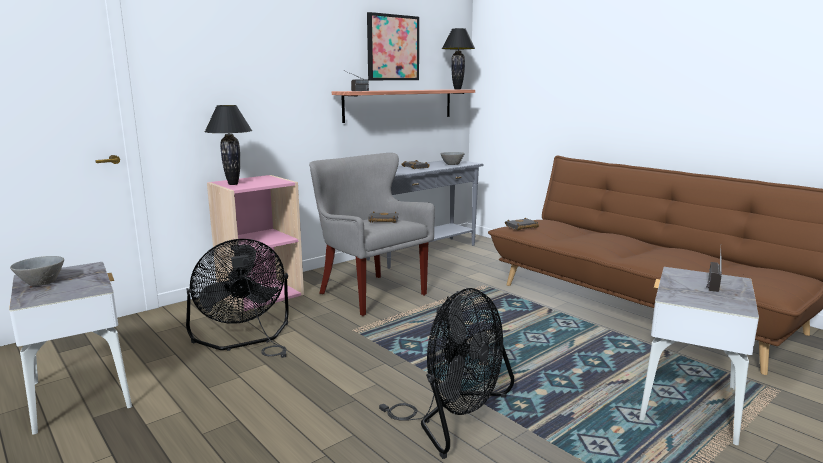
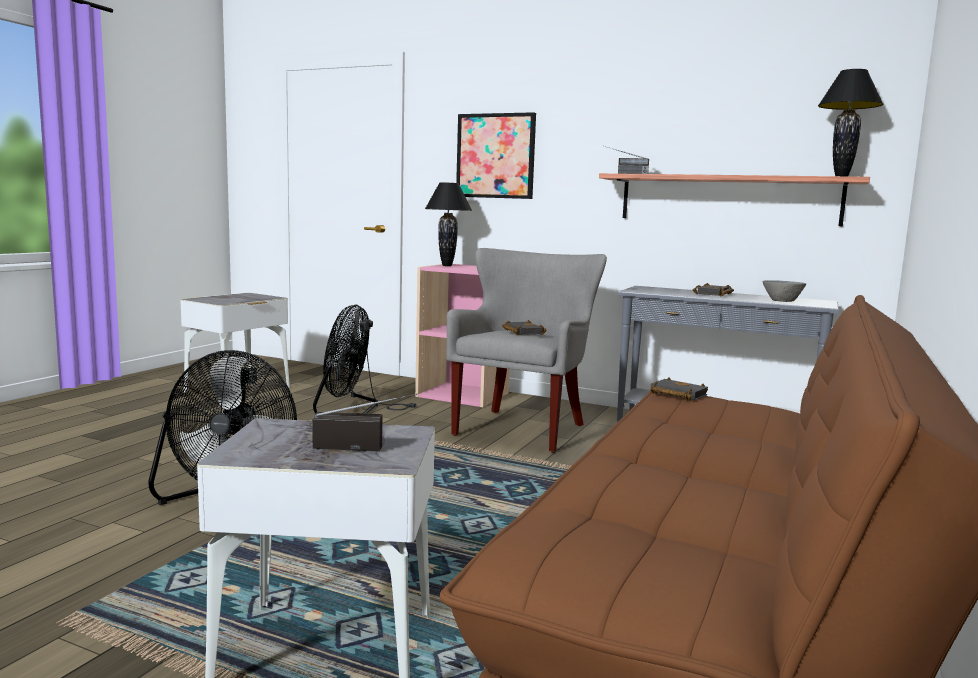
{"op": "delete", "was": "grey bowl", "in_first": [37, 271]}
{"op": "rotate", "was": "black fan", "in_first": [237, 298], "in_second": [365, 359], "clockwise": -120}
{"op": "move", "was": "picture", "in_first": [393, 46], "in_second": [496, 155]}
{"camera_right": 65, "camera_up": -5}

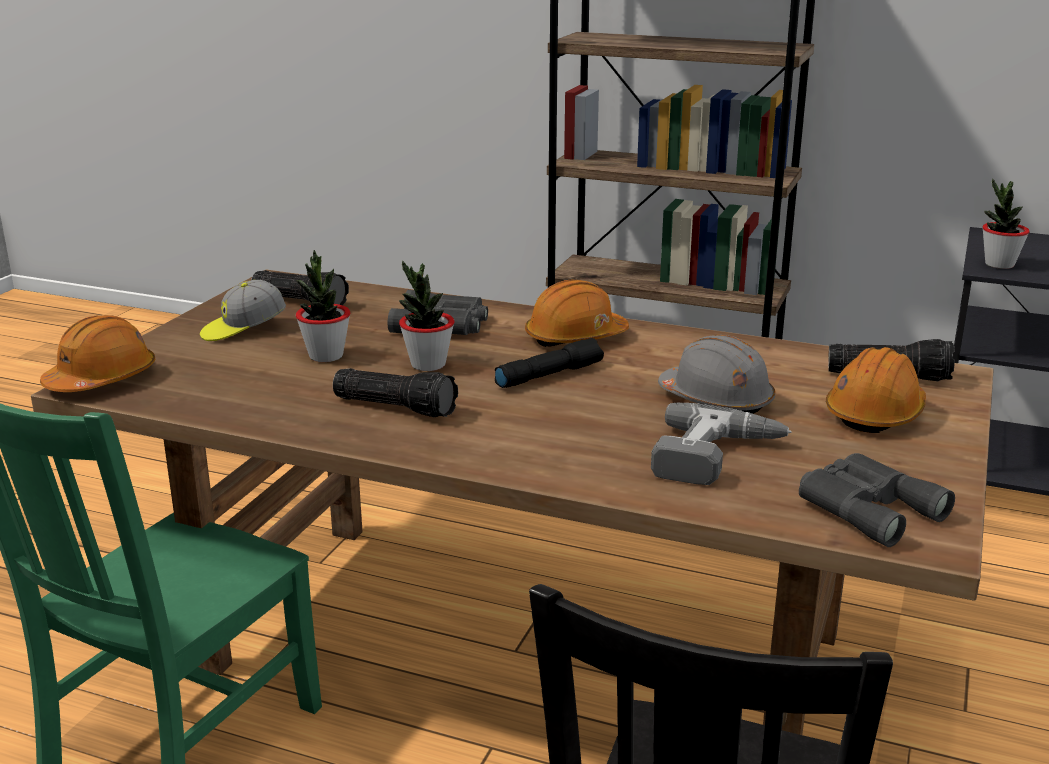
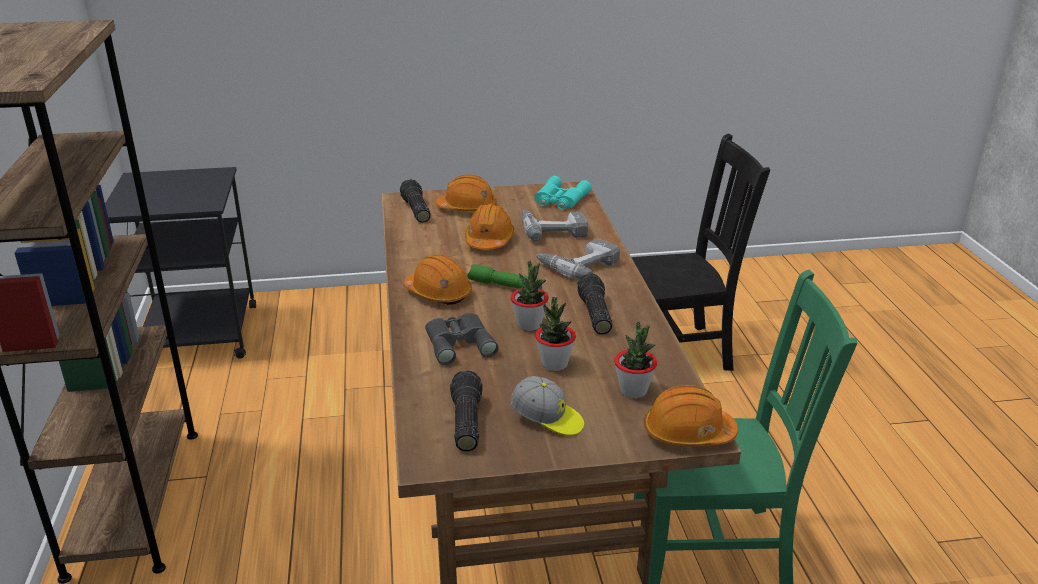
{"op": "recolor", "was": "black flashlight", "now": "green flashlight", "in_first": [549, 363], "in_second": [504, 276]}
{"op": "recolor", "was": "grey hard hat", "now": "orange hard hat", "in_first": [716, 374], "in_second": [489, 226]}
{"op": "recolor", "was": "grey binoculars", "now": "turquoise binoculars", "in_first": [877, 500], "in_second": [562, 193]}
{"op": "move", "was": "potted plant", "in_first": [1006, 224], "in_second": [635, 360]}
{"op": "insert", "now": "power drill", "in_second": [578, 259]}
{"camera_right": -120, "camera_up": 5}

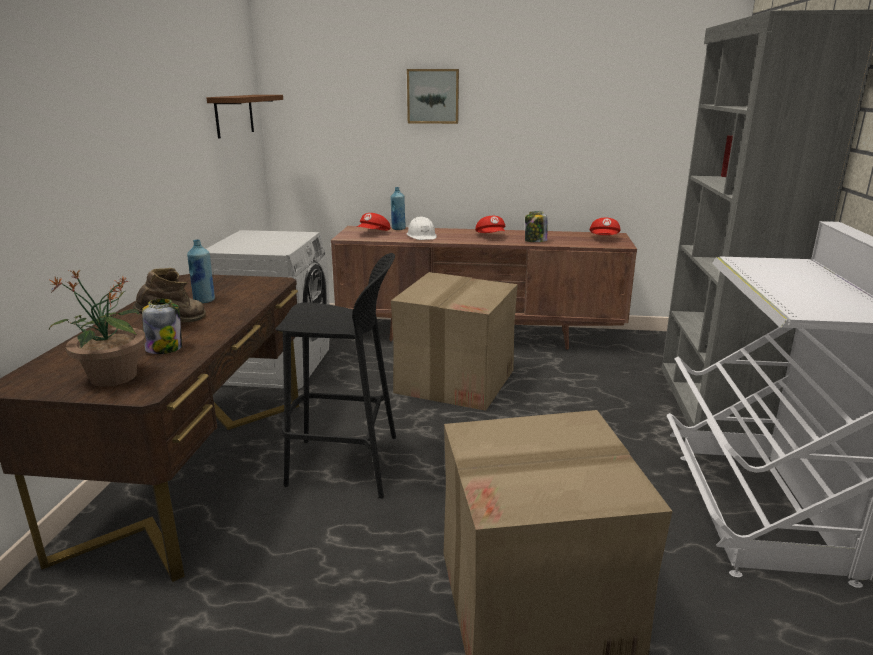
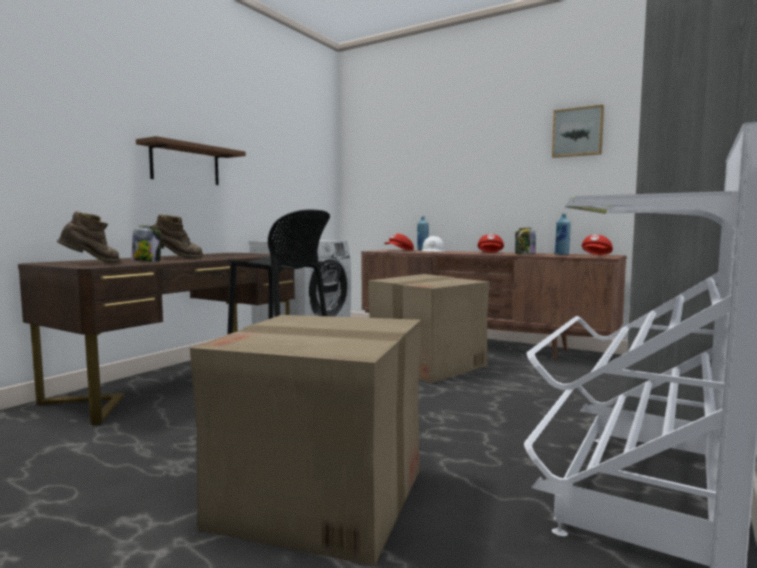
{"op": "replace", "was": "potted plant", "now": "brown boot", "in_first": [97, 328], "in_second": [88, 237]}
{"op": "move", "was": "blue bottle", "in_first": [201, 271], "in_second": [562, 234]}
{"op": "move", "was": "brown shelf", "in_first": [245, 117], "in_second": [191, 160]}
{"op": "move", "was": "picture", "in_first": [433, 96], "in_second": [578, 131]}
{"camera_right": 25, "camera_up": -15}

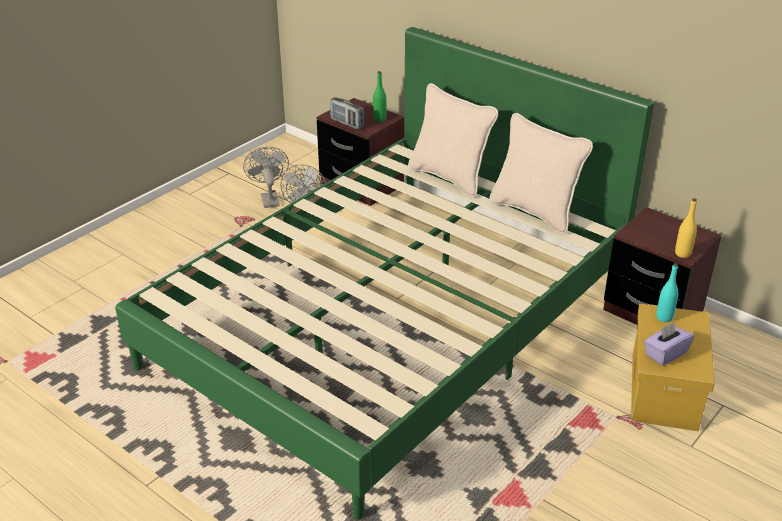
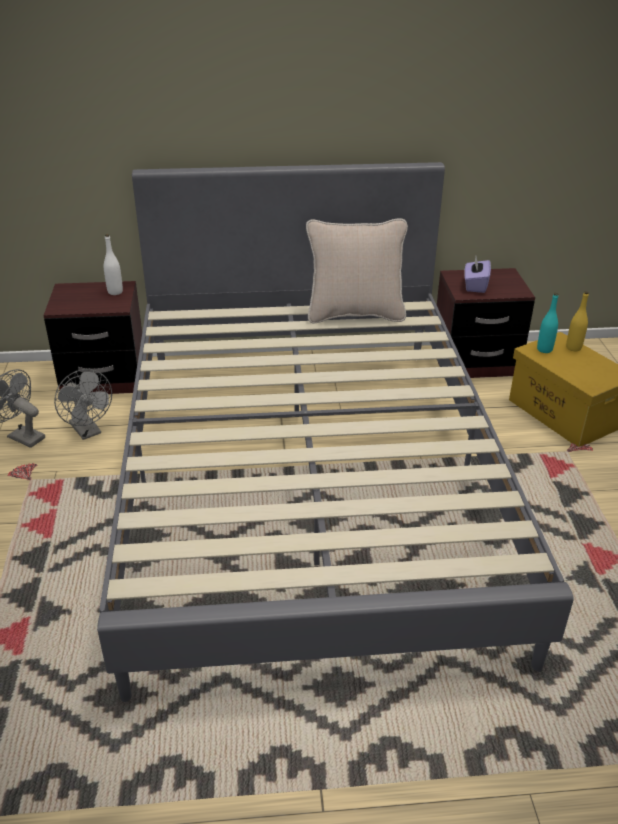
{"op": "recolor", "was": "green bed", "now": "grey bed", "in_first": [384, 273], "in_second": [335, 432]}
{"op": "delete", "was": "radio", "in_first": [347, 113]}
{"op": "recolor", "was": "green bottle", "now": "white bottle", "in_first": [380, 96], "in_second": [113, 264]}
{"op": "delete", "was": "beige pillow", "in_first": [453, 140]}
{"op": "move", "was": "purple tissue box", "in_first": [669, 344], "in_second": [477, 275]}
{"op": "move", "was": "yellow bottle", "in_first": [686, 228], "in_second": [577, 321]}
{"camera_right": -45, "camera_up": 0}

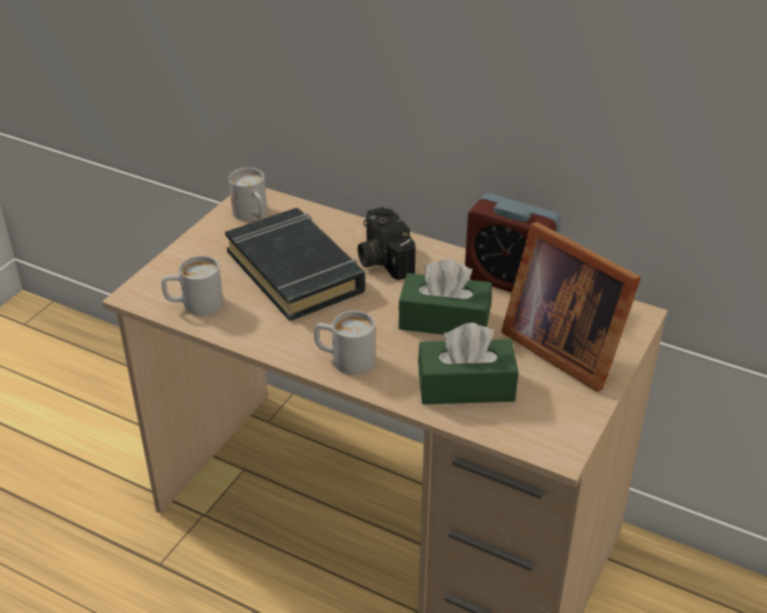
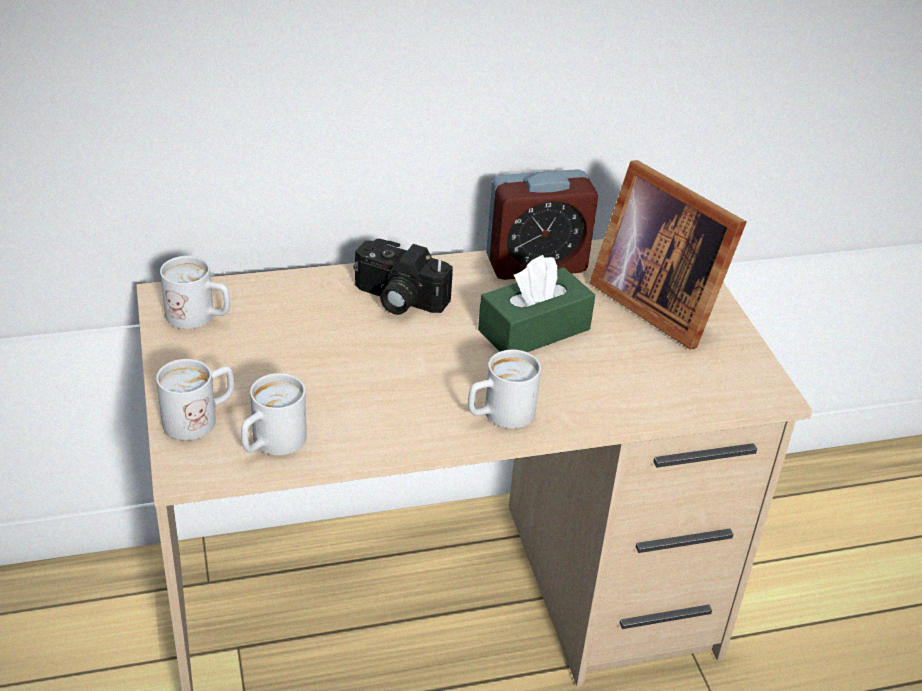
{"op": "delete", "was": "black book", "in_first": [295, 264]}
{"op": "delete", "was": "green tissue box", "in_first": [468, 363]}
{"op": "rotate", "was": "picture frame", "in_first": [571, 307], "in_second": [668, 255], "clockwise": 45}
{"op": "insert", "now": "white mug", "in_second": [195, 399]}
{"camera_right": -45, "camera_up": 0}

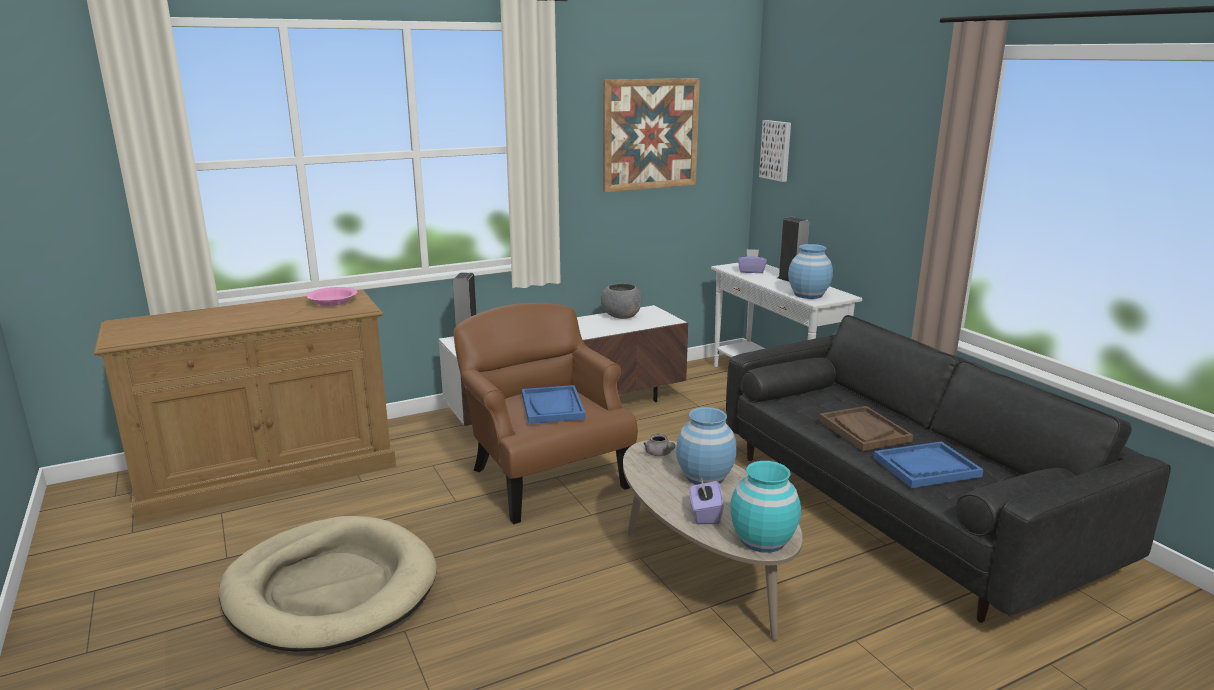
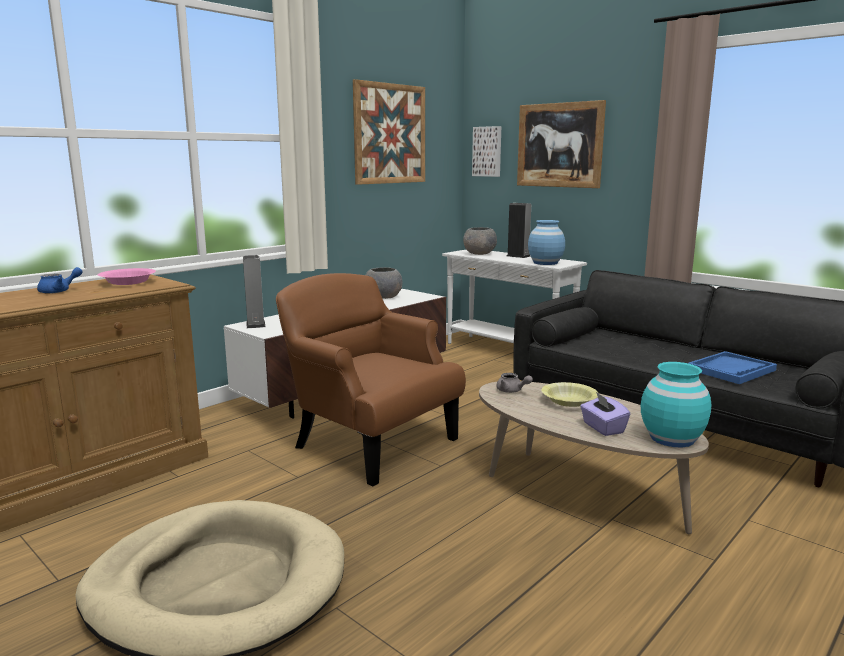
{"op": "delete", "was": "blue tray", "in_first": [554, 404]}
{"op": "replace", "was": "blue vase", "now": "yellow bowl", "in_first": [706, 446], "in_second": [570, 394]}
{"op": "replace", "was": "purple tissue box", "now": "grey bowl", "in_first": [752, 261], "in_second": [480, 241]}
{"op": "delete", "was": "brown tray", "in_first": [866, 428]}
{"op": "insert", "now": "blue teapot", "in_second": [60, 280]}
{"op": "insert", "now": "picture", "in_second": [561, 144]}
{"camera_right": -20, "camera_up": -5}

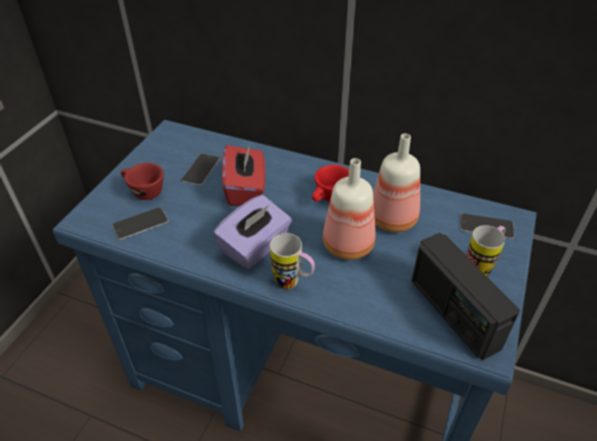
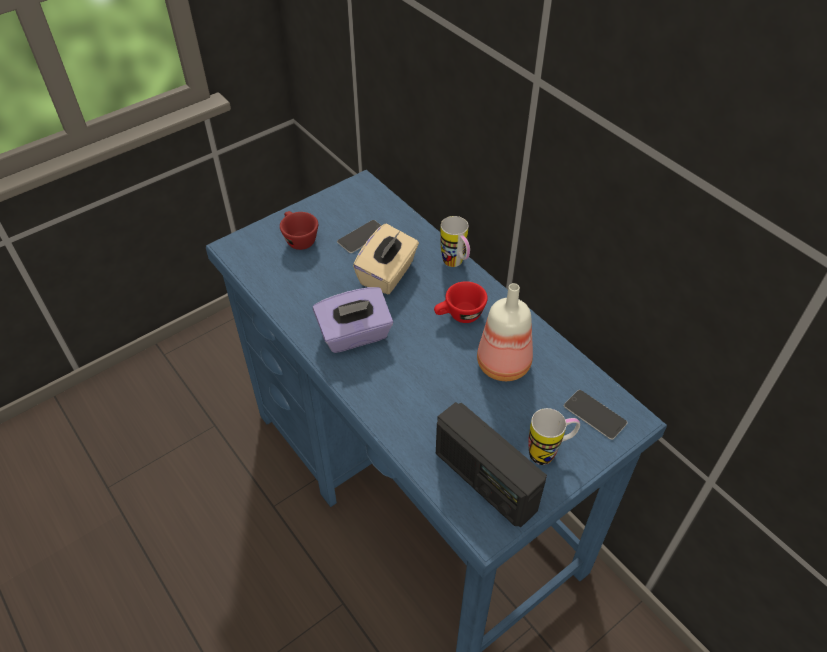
{"op": "delete", "was": "phone", "in_first": [140, 223]}
{"op": "recolor", "was": "red tissue box", "now": "beige tissue box", "in_first": [243, 175], "in_second": [386, 259]}
{"op": "move", "was": "mug", "in_first": [292, 261], "in_second": [455, 241]}
{"op": "delete", "was": "bottle", "in_first": [349, 209]}
{"op": "rotate", "was": "radio", "in_first": [466, 296], "in_second": [491, 464], "clockwise": -45}
{"camera_right": 30, "camera_up": 5}

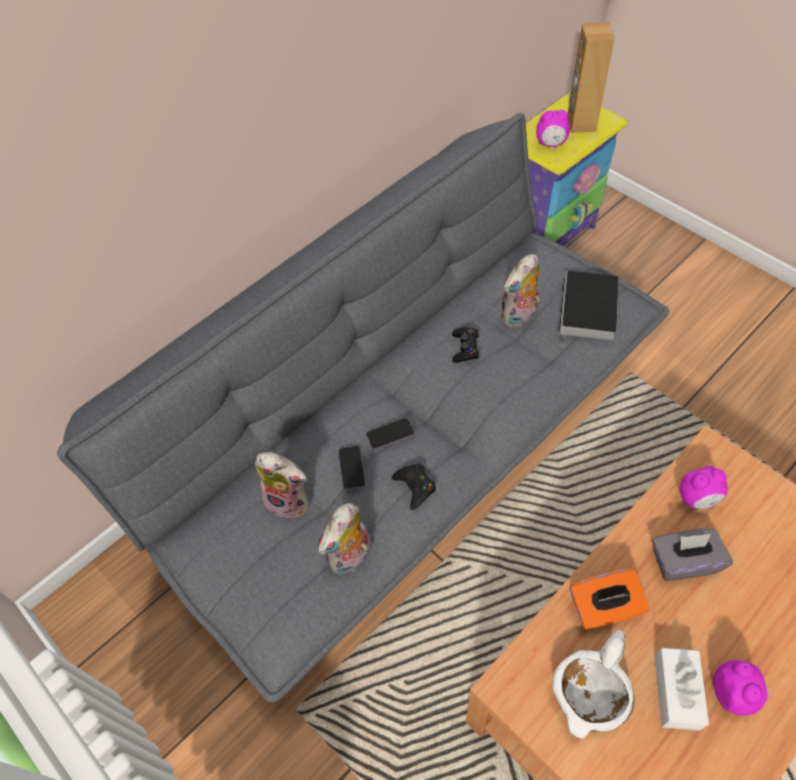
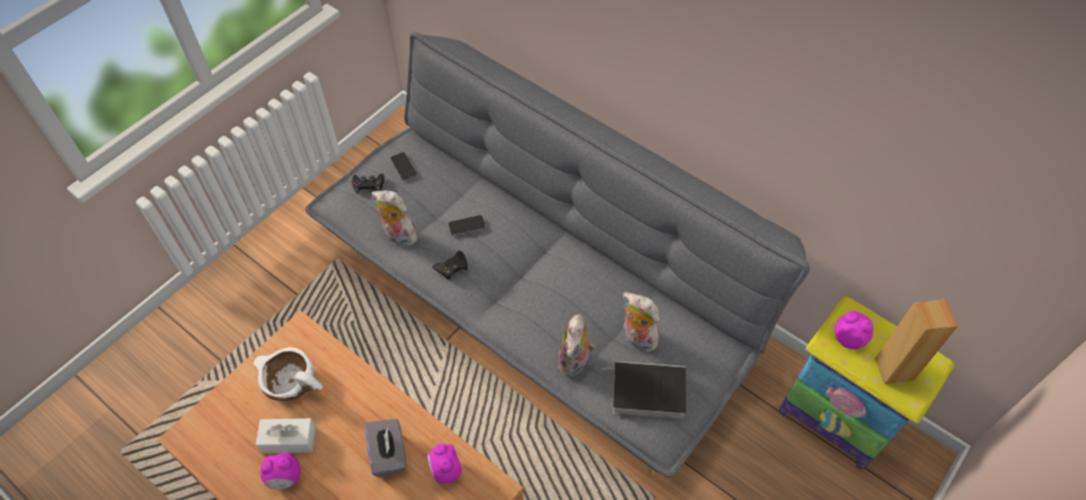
{"op": "move", "was": "plush toy", "in_first": [282, 486], "in_second": [576, 345]}
{"op": "move", "was": "phone", "in_first": [390, 434], "in_second": [403, 166]}
{"op": "move", "was": "black game controller", "in_first": [466, 345], "in_second": [368, 184]}
{"op": "rotate", "was": "alarm clock", "in_first": [553, 128], "in_second": [854, 330], "clockwise": 135}
{"op": "delete", "was": "orange tissue box", "in_first": [609, 599]}
{"camera_right": 80, "camera_up": 0}

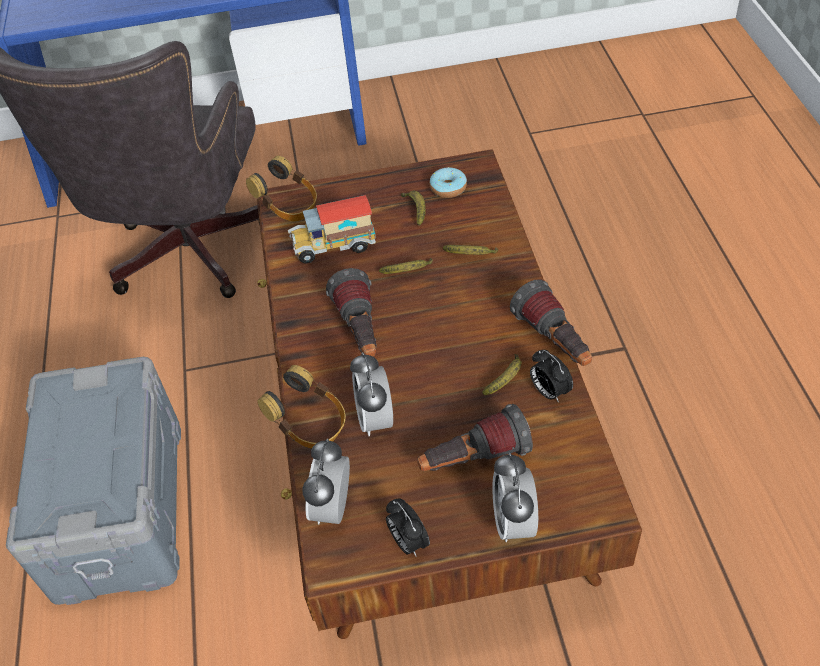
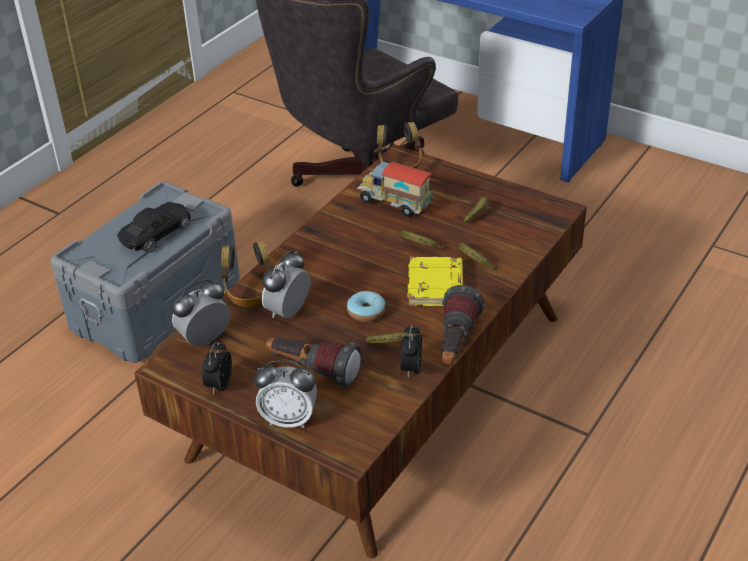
{"op": "delete", "was": "flashlight", "in_first": [351, 312]}
{"op": "move", "was": "donut", "in_first": [448, 182], "in_second": [366, 306]}
{"op": "rotate", "was": "alarm clock", "in_first": [515, 497], "in_second": [285, 394], "clockwise": -120}
{"op": "insert", "now": "black toy car", "in_second": [154, 227]}
{"op": "insert", "now": "yellow book", "in_second": [435, 281]}
{"camera_right": 40, "camera_up": -10}

